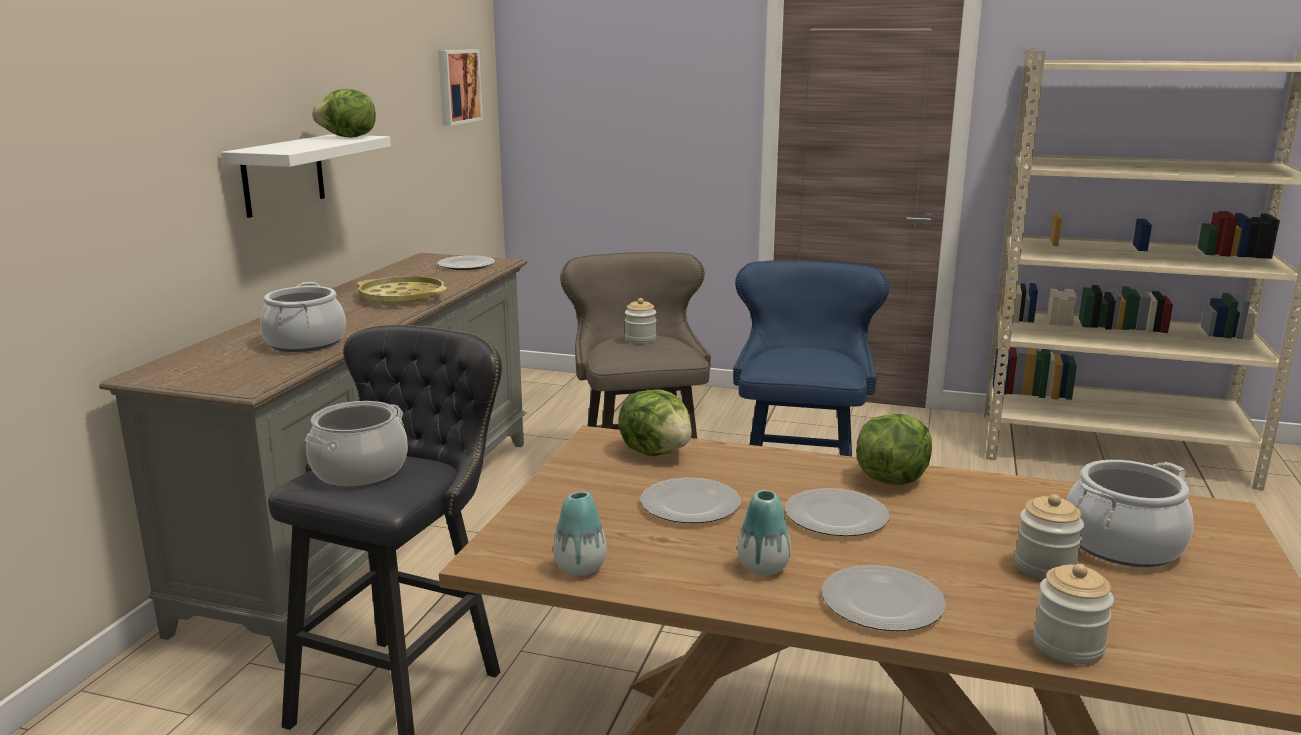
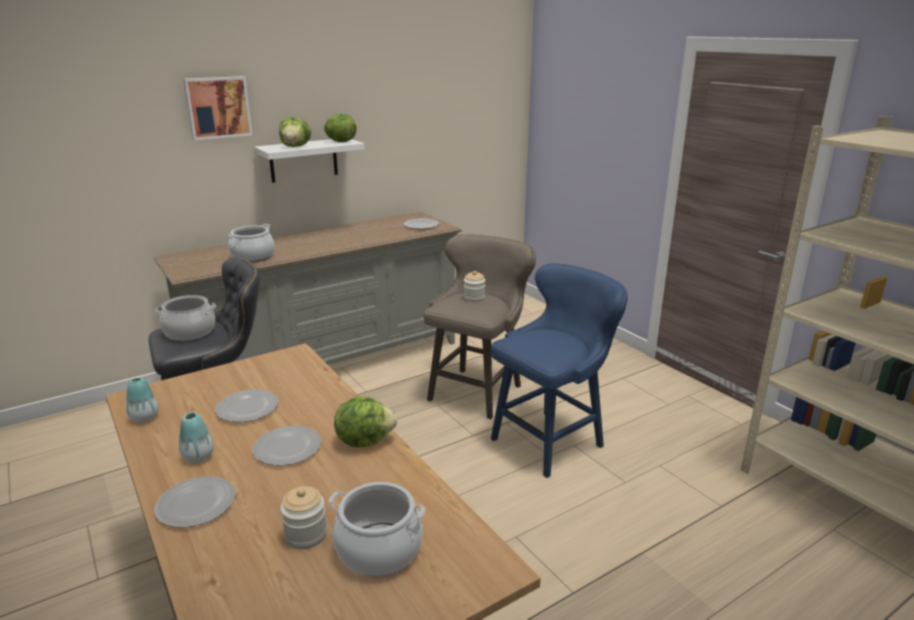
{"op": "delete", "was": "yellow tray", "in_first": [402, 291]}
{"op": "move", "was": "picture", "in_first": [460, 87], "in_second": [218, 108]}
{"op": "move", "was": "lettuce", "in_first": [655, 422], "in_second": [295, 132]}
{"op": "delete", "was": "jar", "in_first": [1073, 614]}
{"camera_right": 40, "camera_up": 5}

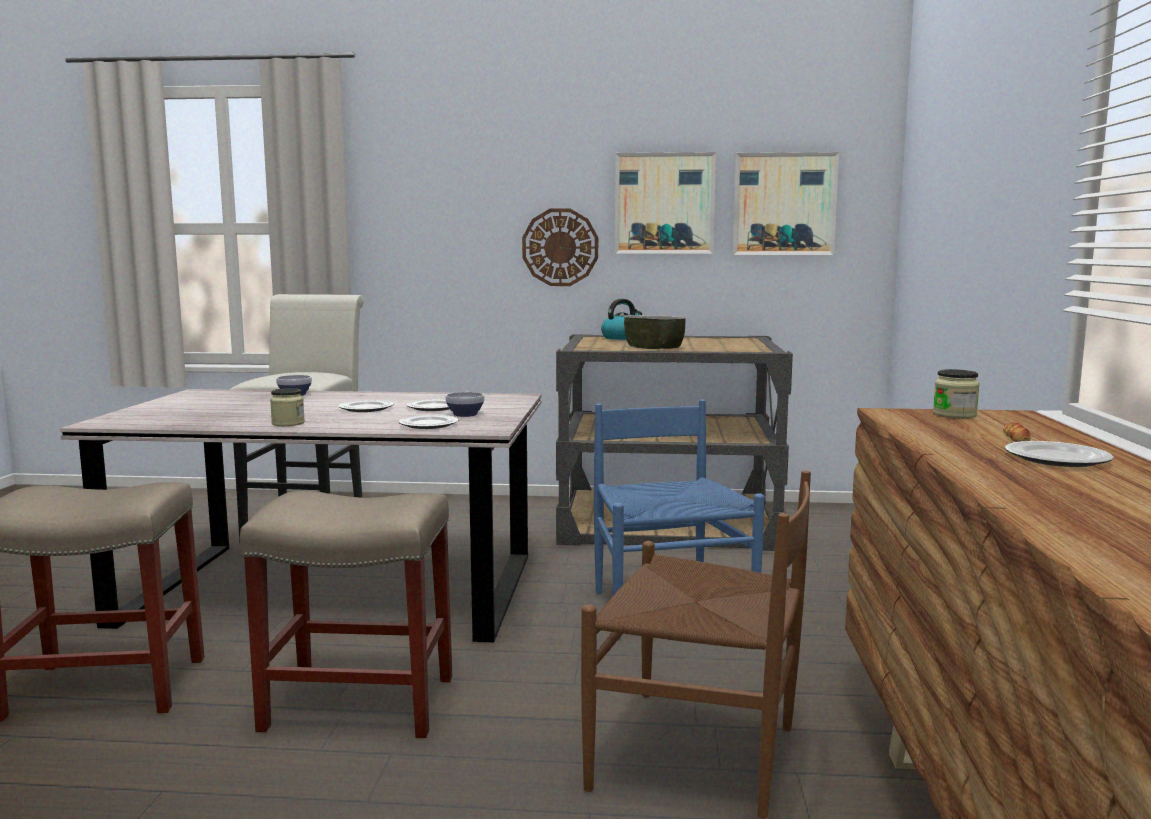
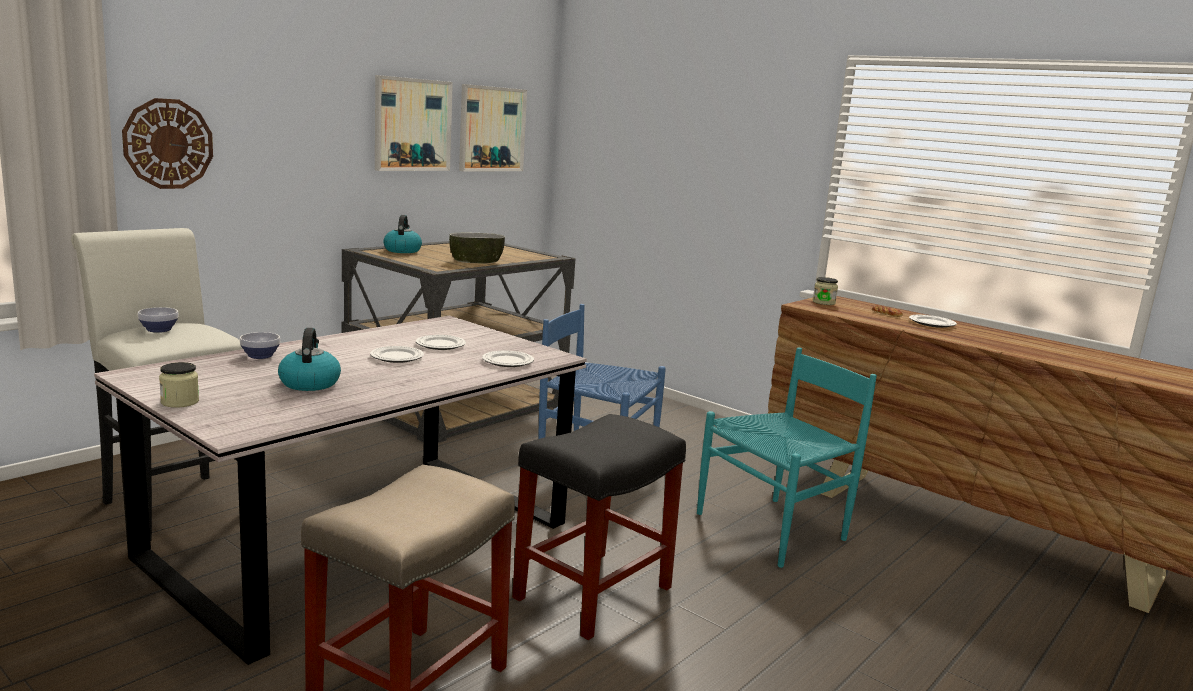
{"op": "recolor", "was": "beige stool", "now": "black stool", "in_first": [346, 614], "in_second": [599, 527]}
{"op": "move", "was": "jar", "in_first": [287, 407], "in_second": [179, 385]}
{"op": "move", "was": "bowl", "in_first": [465, 404], "in_second": [158, 320]}
{"op": "move", "was": "wall clock", "in_first": [560, 247], "in_second": [167, 143]}
{"op": "recolor", "was": "brown chair", "now": "turquoise chair", "in_first": [696, 645], "in_second": [787, 457]}
{"op": "insert", "now": "kettle", "in_second": [309, 359]}
{"camera_right": -55, "camera_up": 5}

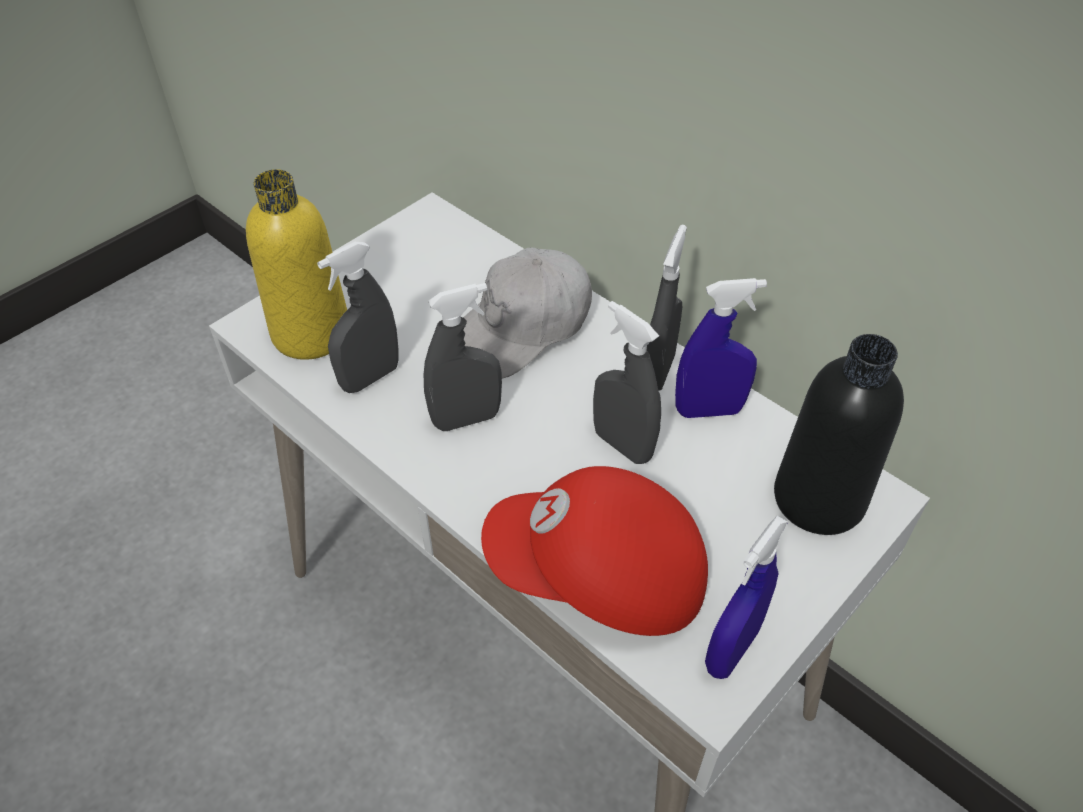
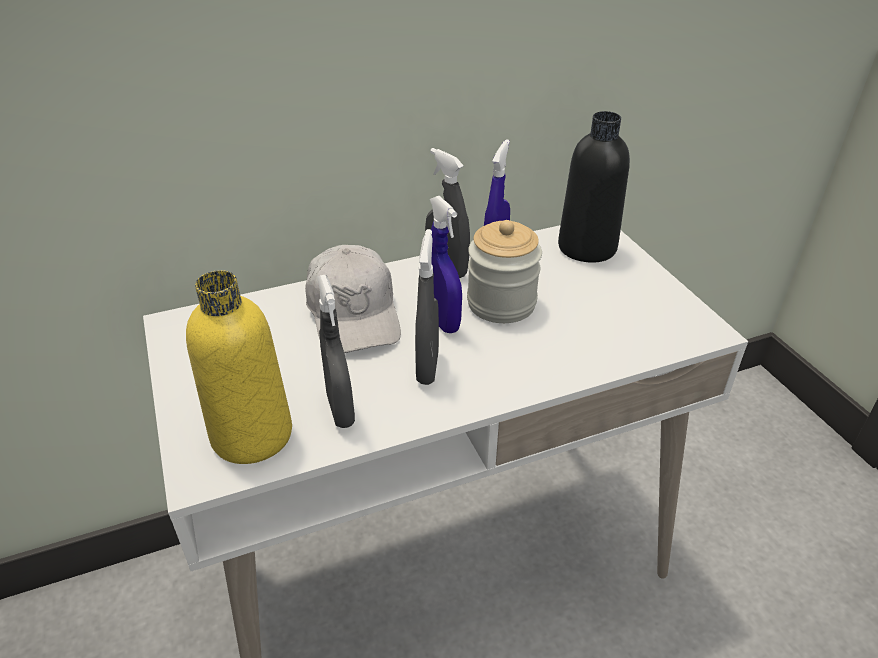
{"op": "delete", "was": "red cap", "in_first": [594, 551]}
{"op": "replace", "was": "grey spray bottle", "now": "jar", "in_first": [627, 382], "in_second": [504, 271]}
{"op": "move", "was": "blue spray bottle", "in_first": [746, 597], "in_second": [446, 264]}
{"camera_right": -65, "camera_up": -10}

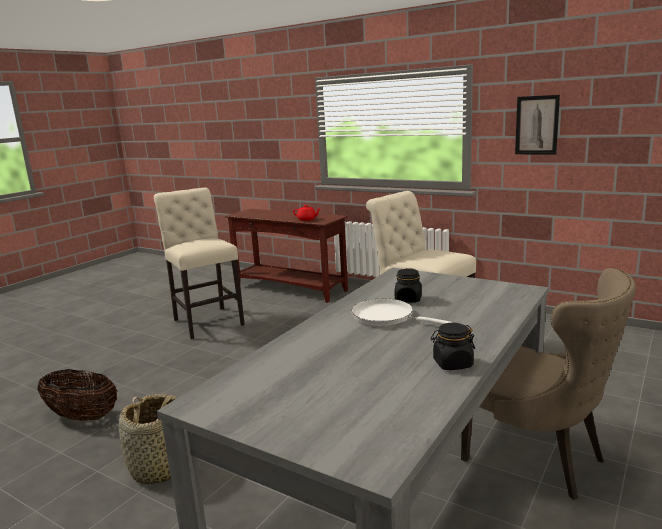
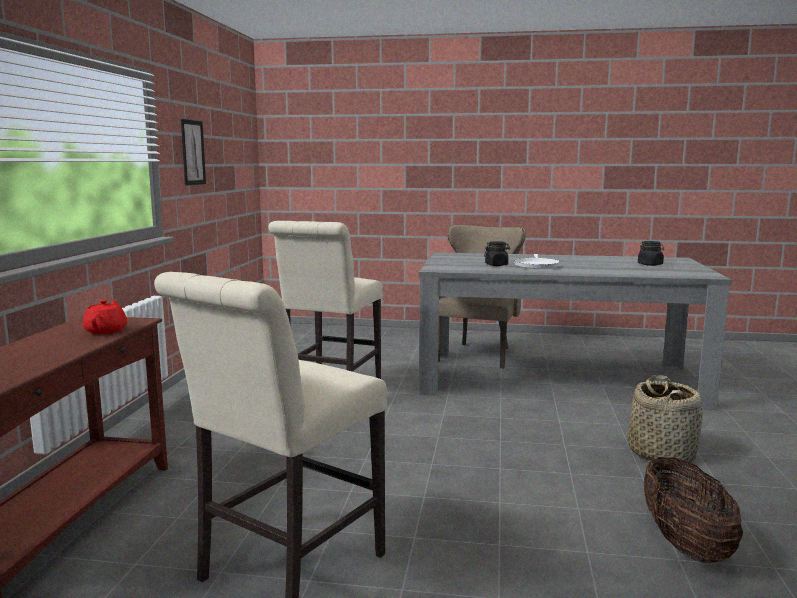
{"op": "move", "was": "black jar", "in_first": [453, 346], "in_second": [651, 253]}
{"camera_right": -115, "camera_up": -5}

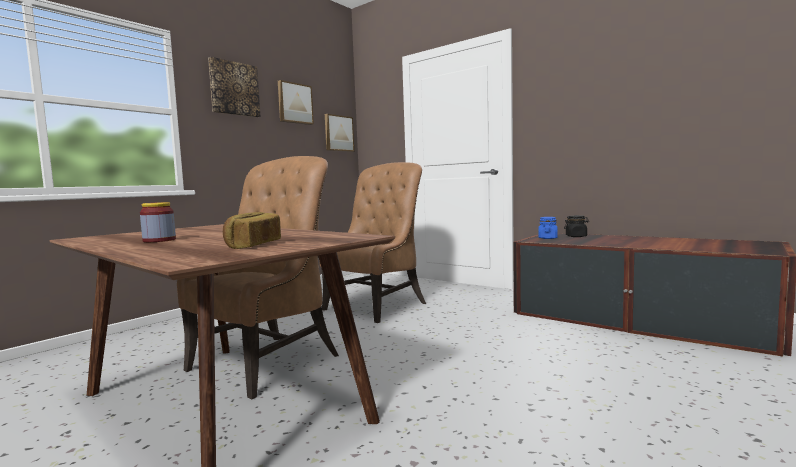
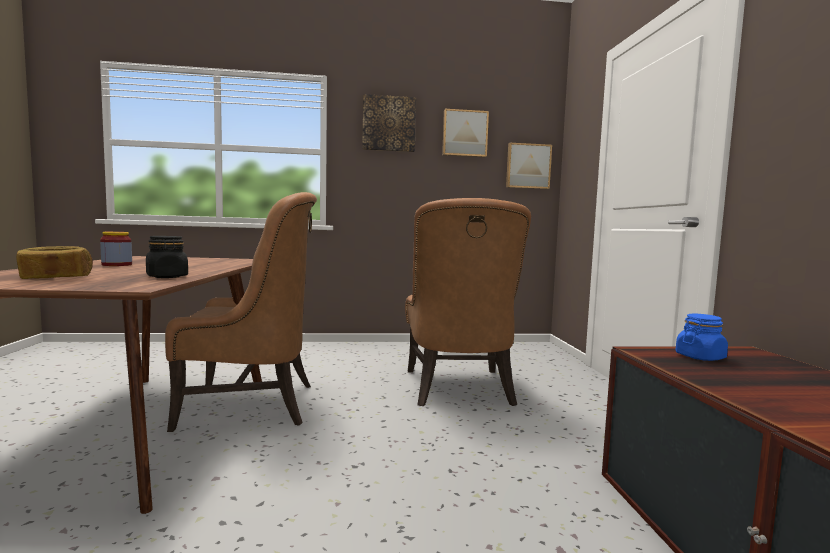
{"op": "rotate", "was": "brown chair", "in_first": [372, 242], "in_second": [468, 302], "clockwise": 90}
{"op": "move", "was": "black jar", "in_first": [576, 226], "in_second": [167, 257]}
{"camera_right": 45, "camera_up": 0}

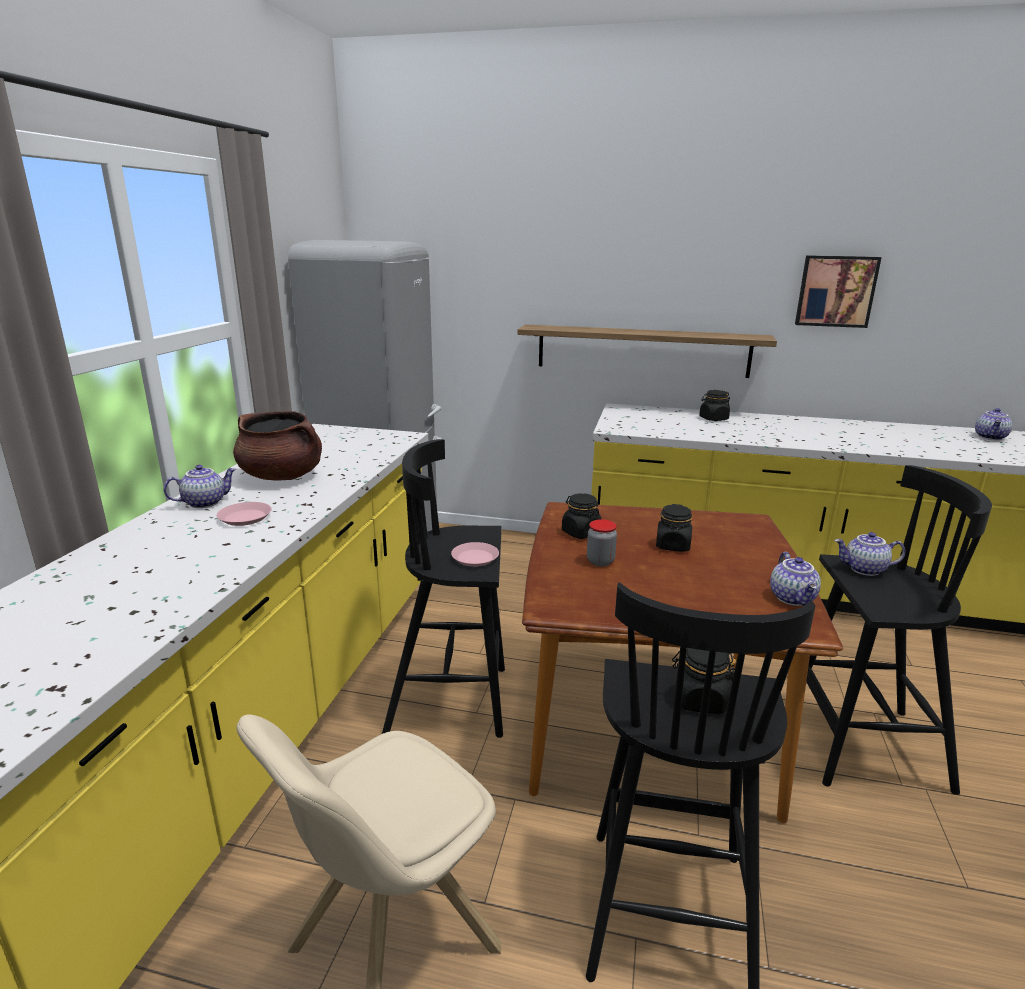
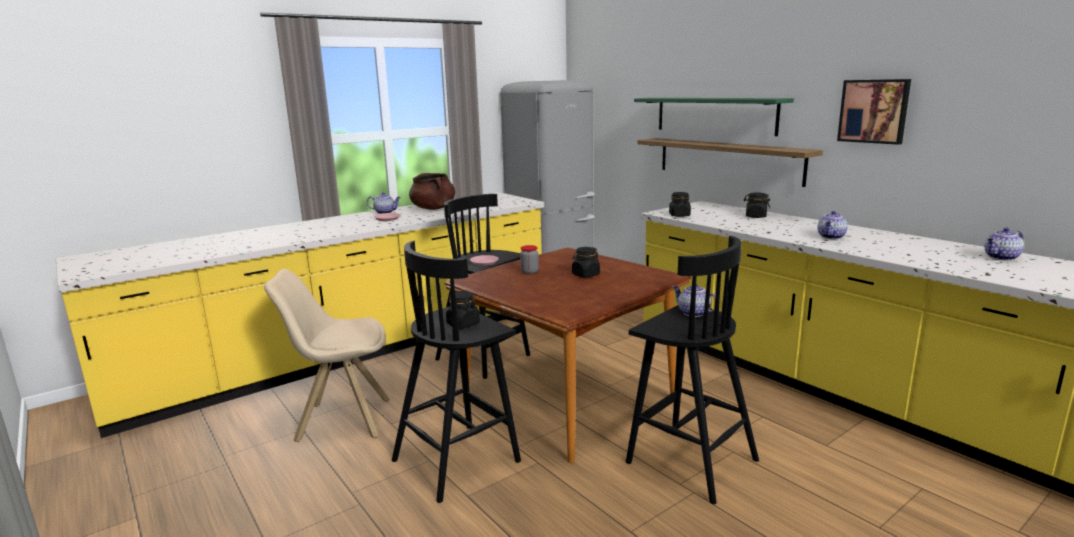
{"op": "move", "was": "black jar", "in_first": [582, 516], "in_second": [680, 204]}
{"op": "move", "was": "teapot", "in_first": [795, 579], "in_second": [832, 225]}
{"op": "insert", "now": "green shelf", "in_second": [714, 117]}
{"camera_right": 40, "camera_up": -5}

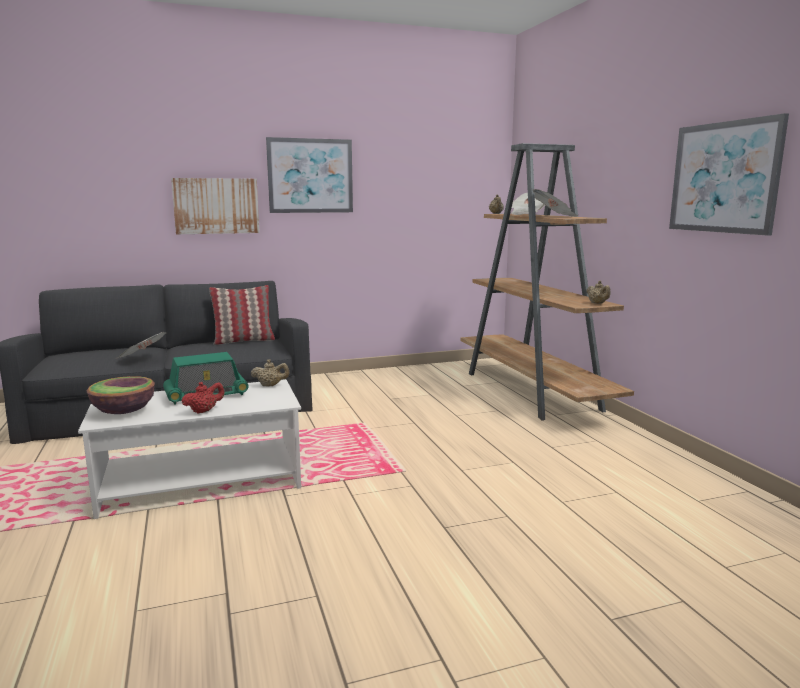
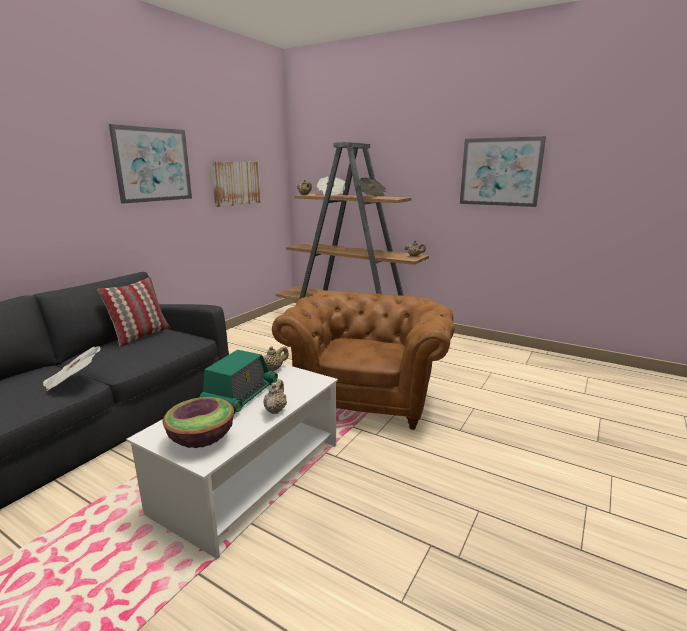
{"op": "move", "was": "picture", "in_first": [215, 206], "in_second": [236, 184]}
{"op": "recolor", "was": "red teapot", "now": "beige teapot", "in_first": [203, 398], "in_second": [275, 396]}
{"op": "insert", "now": "brown armchair", "in_second": [363, 360]}
{"camera_right": -40, "camera_up": 5}

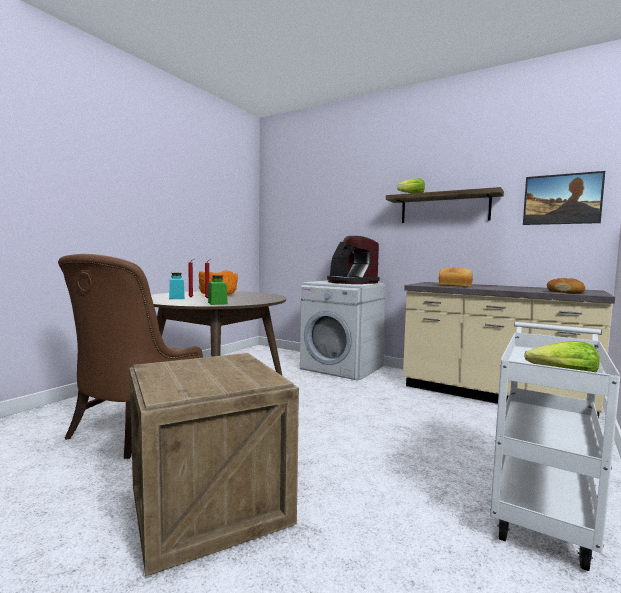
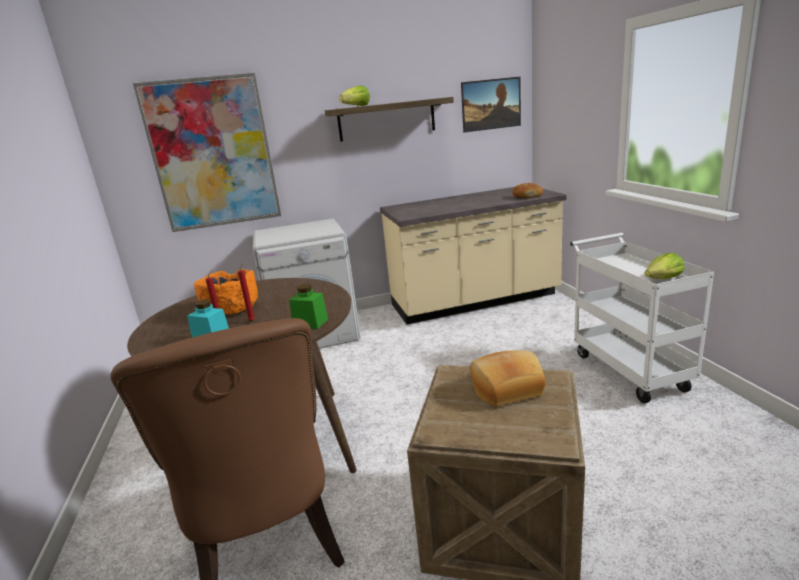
{"op": "delete", "was": "coffee machine", "in_first": [353, 260]}
{"op": "move", "was": "bread", "in_first": [456, 277], "in_second": [508, 378]}
{"op": "insert", "now": "picture", "in_second": [207, 152]}
{"camera_right": -45, "camera_up": 15}

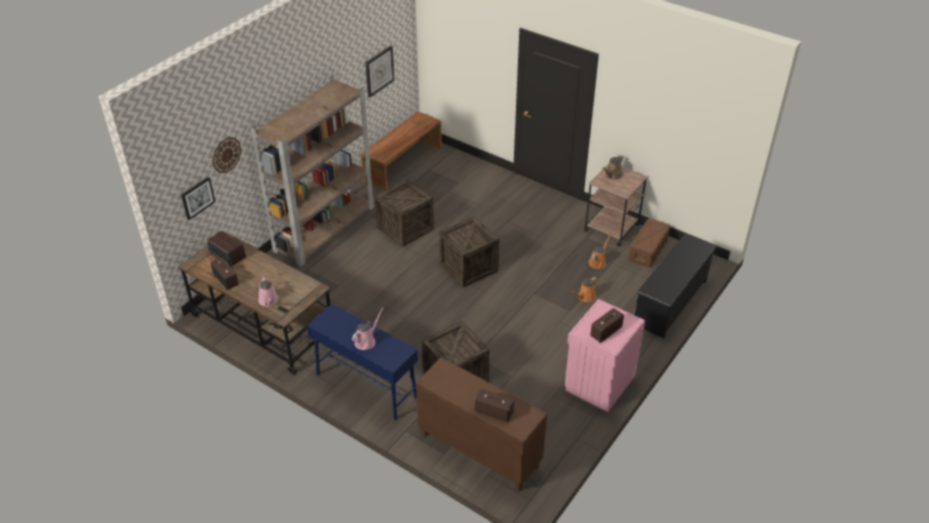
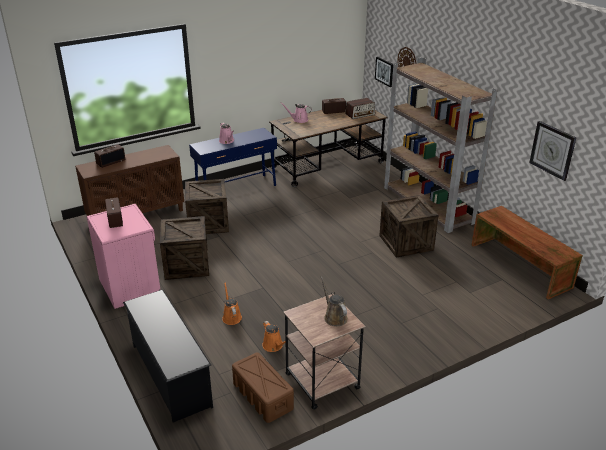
{"op": "move", "was": "crate", "in_first": [469, 252], "in_second": [184, 248]}
{"camera_right": 115, "camera_up": -10}

